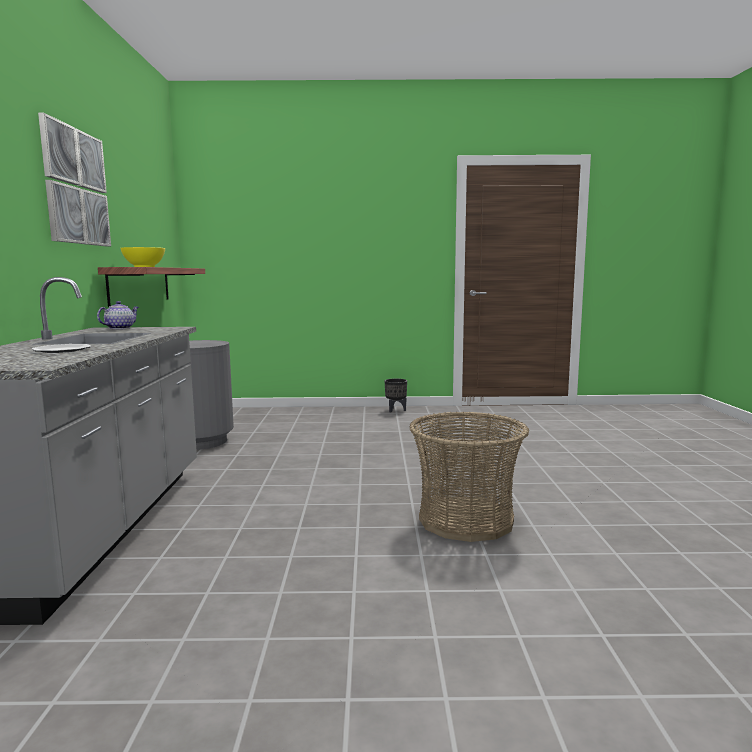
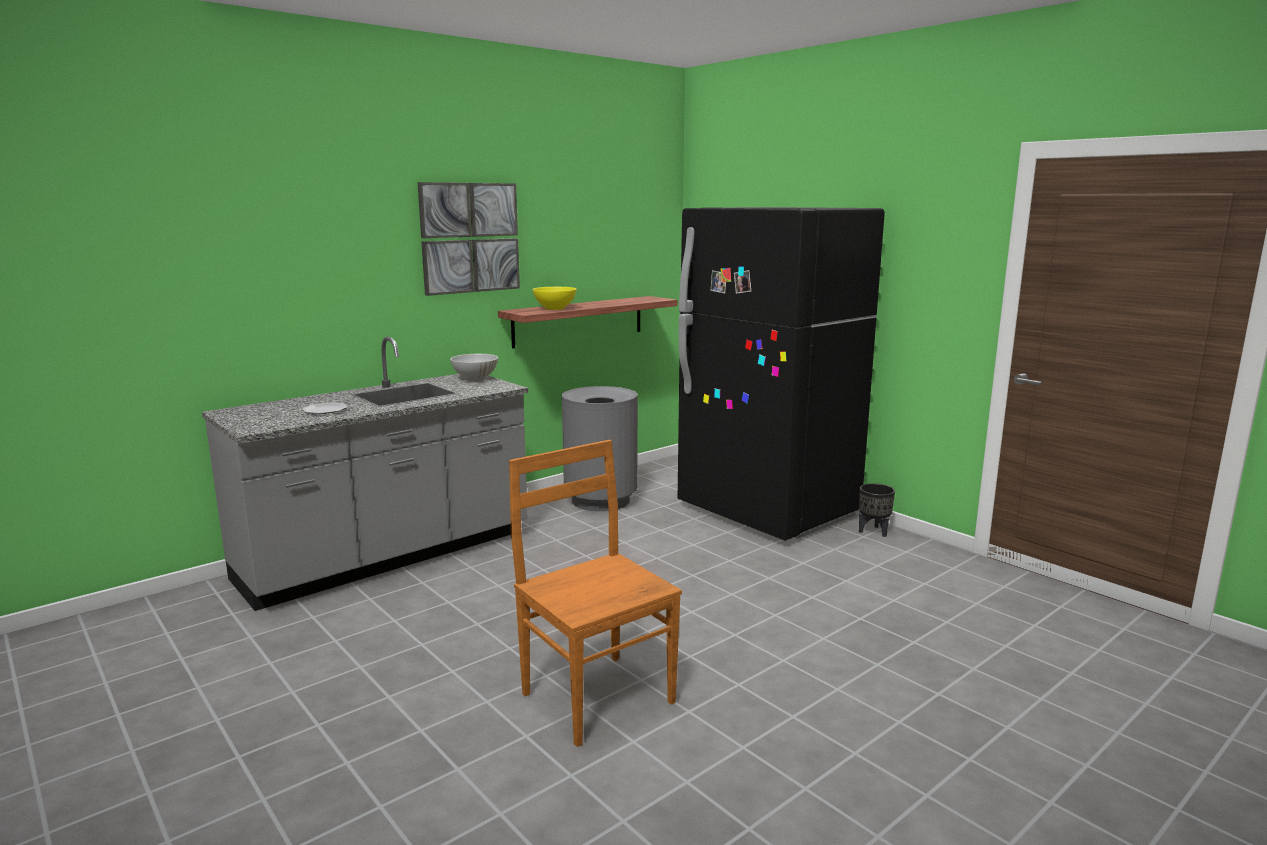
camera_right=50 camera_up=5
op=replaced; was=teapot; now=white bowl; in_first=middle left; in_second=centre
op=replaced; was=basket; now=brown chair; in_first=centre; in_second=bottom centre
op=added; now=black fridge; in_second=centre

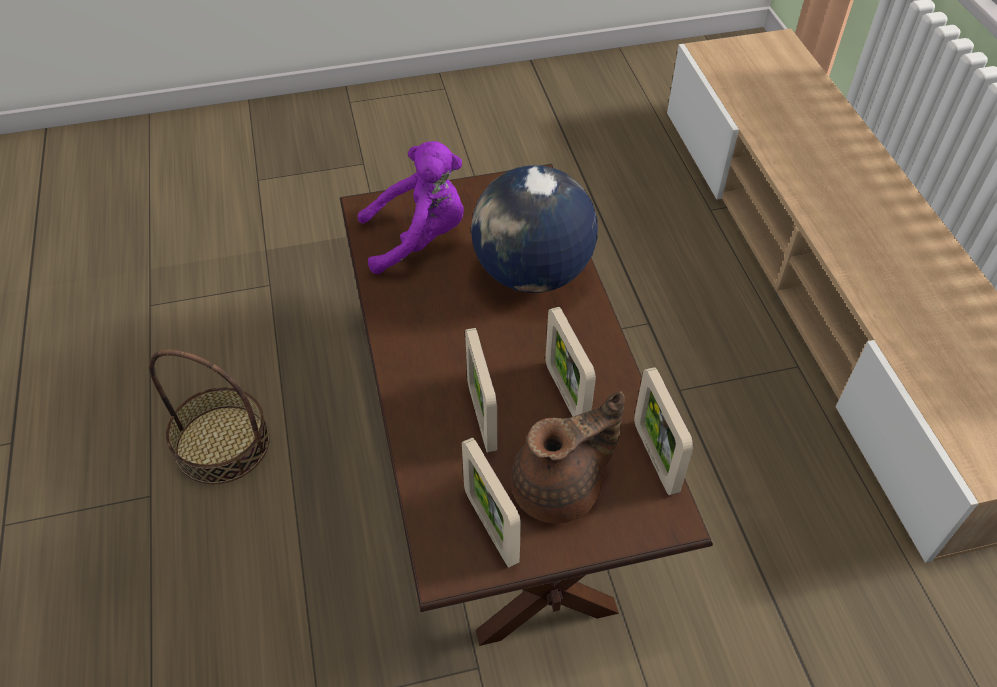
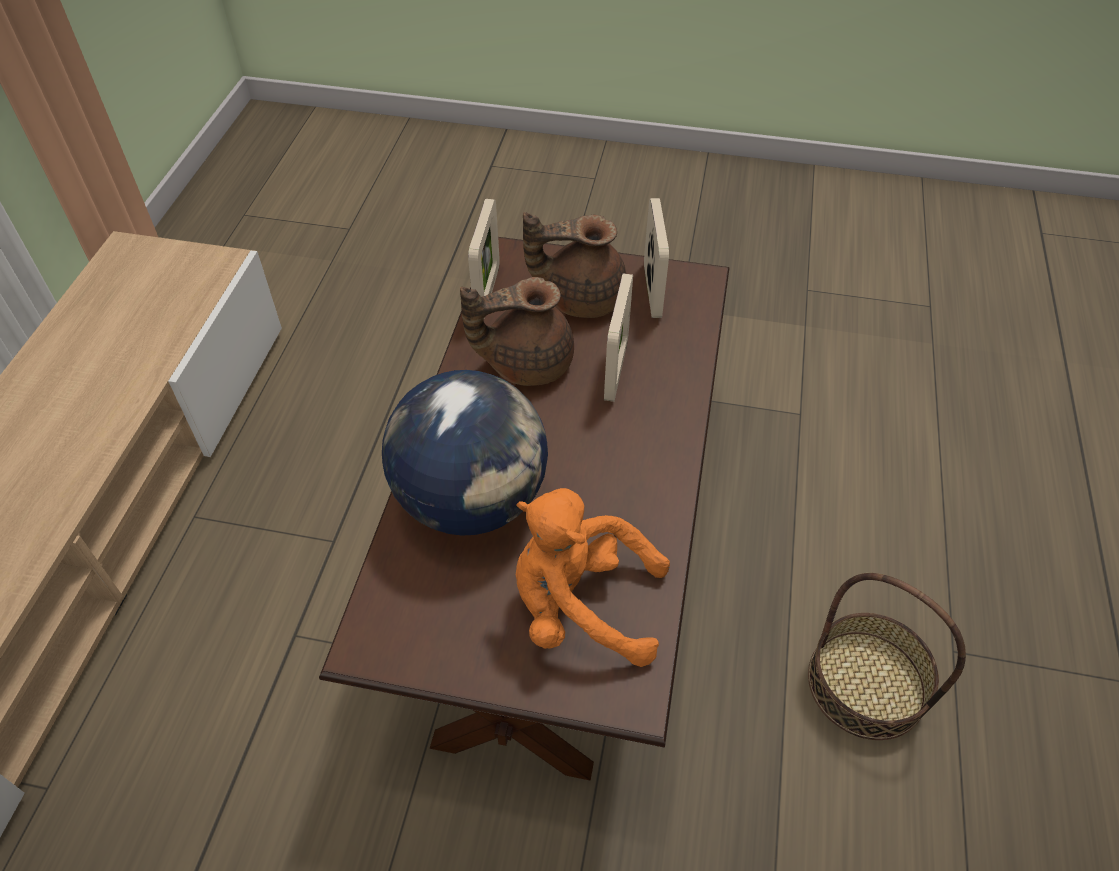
camera_right=-155 camera_up=0
op=replaced; was=picture frame (3rd from left); now=brown teapot (1st from left); in_first=centre; in_second=centre
op=recoloured; was=purple plush toy; now=orange plush toy; in_first=top centre; in_second=centre

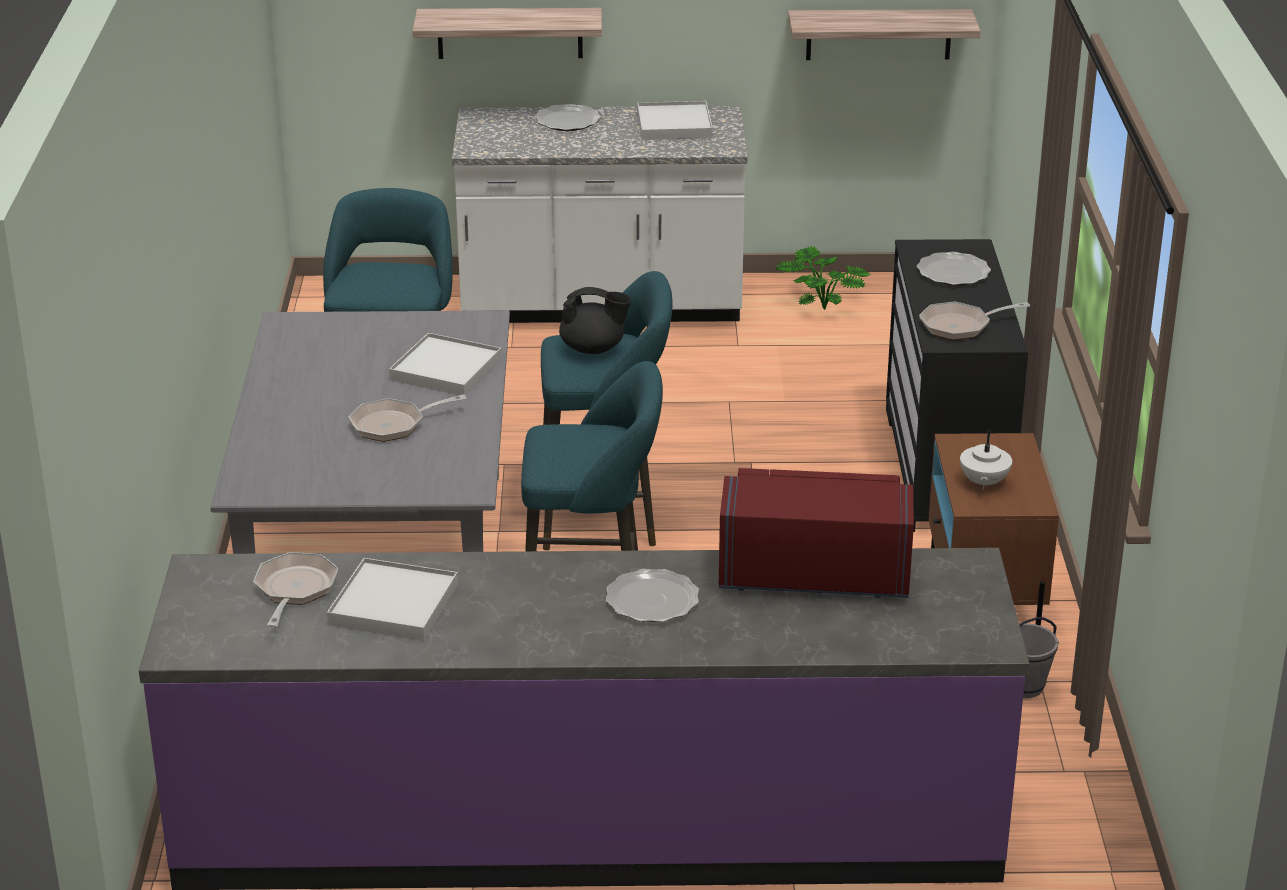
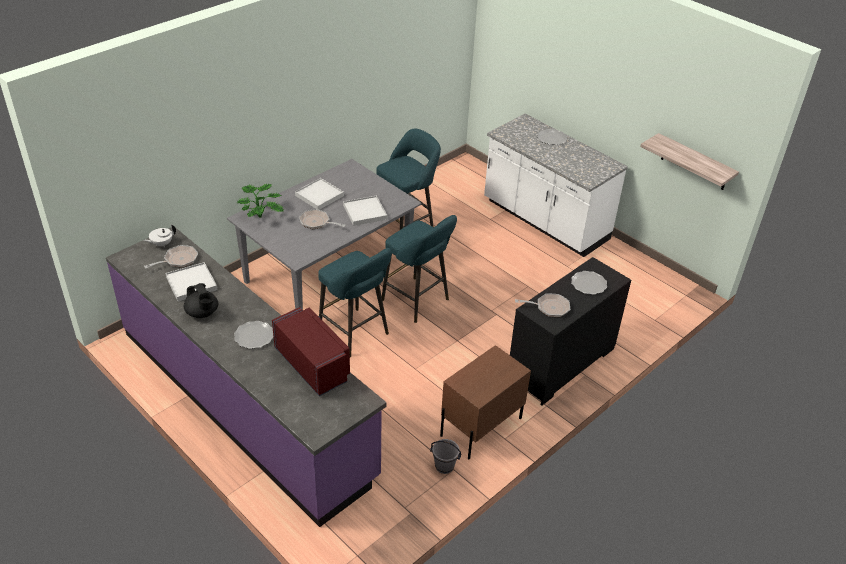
camera_right=45 camera_up=10
op=moved; was=white teapot; in_first=middle right; in_second=middle left
op=moved; was=black teapot; in_first=centre; in_second=middle left
op=moved; was=potted plant; in_first=top centre; in_second=middle left
op=moved; was=white tray (3rd from left in the first image); now=white tray (2nd from left); in_first=top centre; in_second=centre
op=turned; was=frying pan (3rd from left); in_first=middle right; in_second=centre; clockwise=150
op=removed; was=shelf (1st from left); in_first=top centre

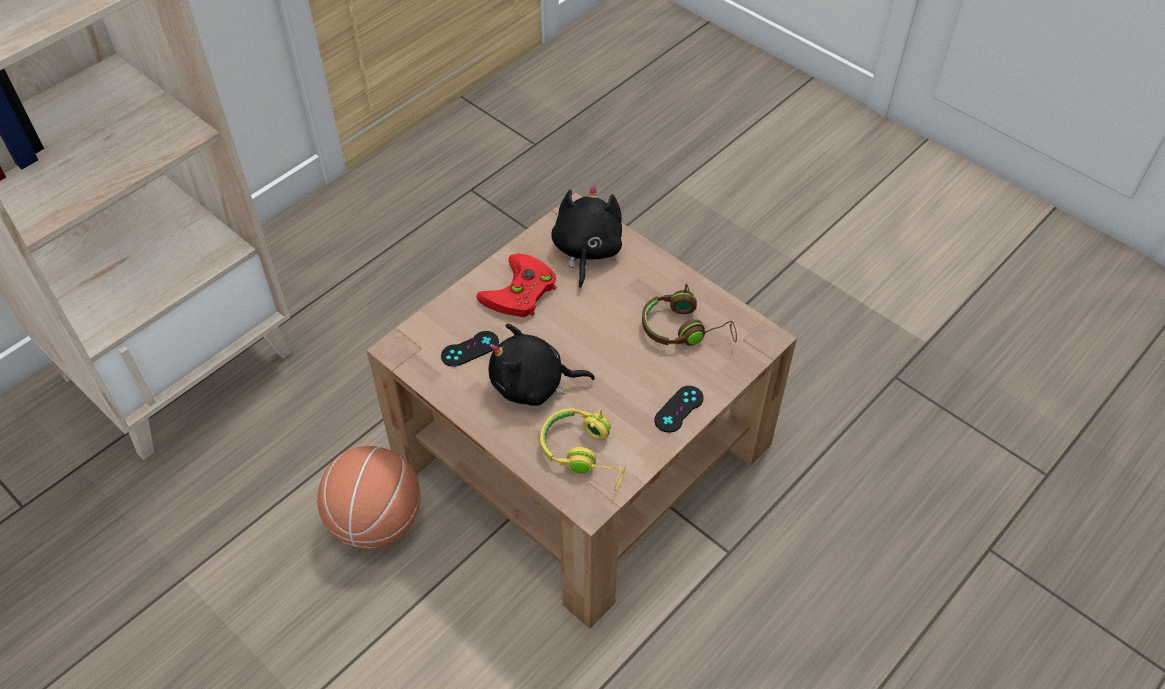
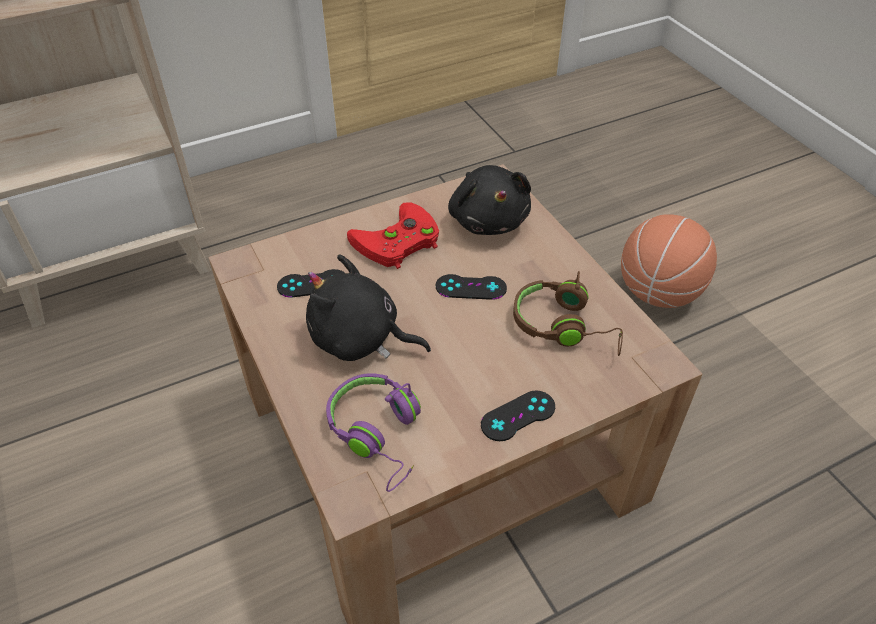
camera_right=20 camera_up=-5
op=recoloured; was=yellow headphones; now=purple headphones; in_first=centre; in_second=bottom centre
op=added; now=black game controller (2nd from left); in_second=centre
op=turned; was=black plush toy (2nd from left); in_first=centre; in_second=top centre; clockwise=135
op=moved; was=basketball; in_first=bottom left; in_second=middle right

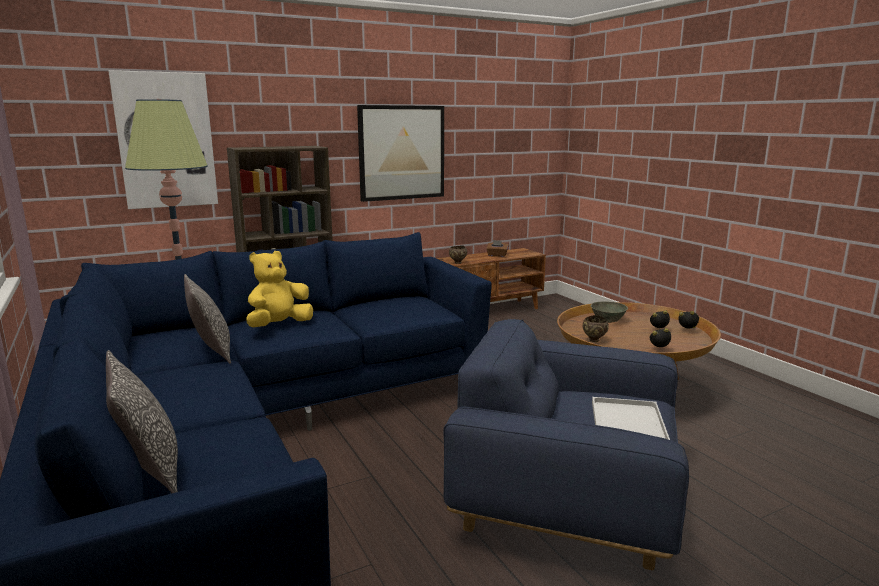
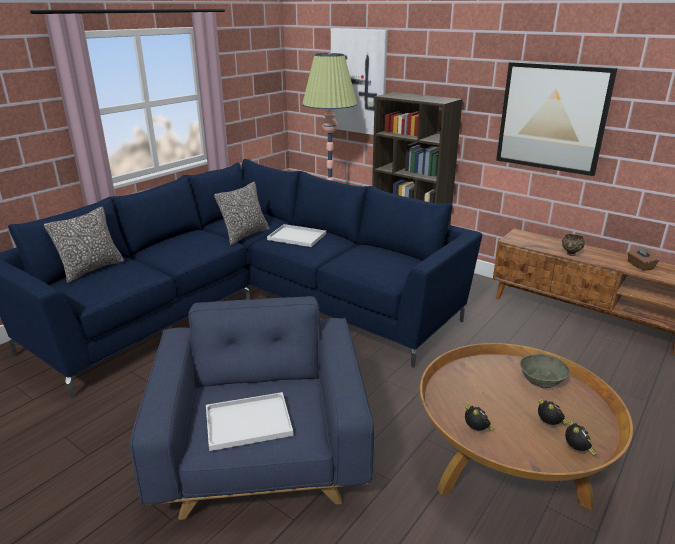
camera_right=65 camera_up=10
op=replaced; was=yellow plush toy; now=white tray (2nd from left); in_first=middle left; in_second=centre
op=removed; was=brown bowl (2nd from left); in_first=middle right

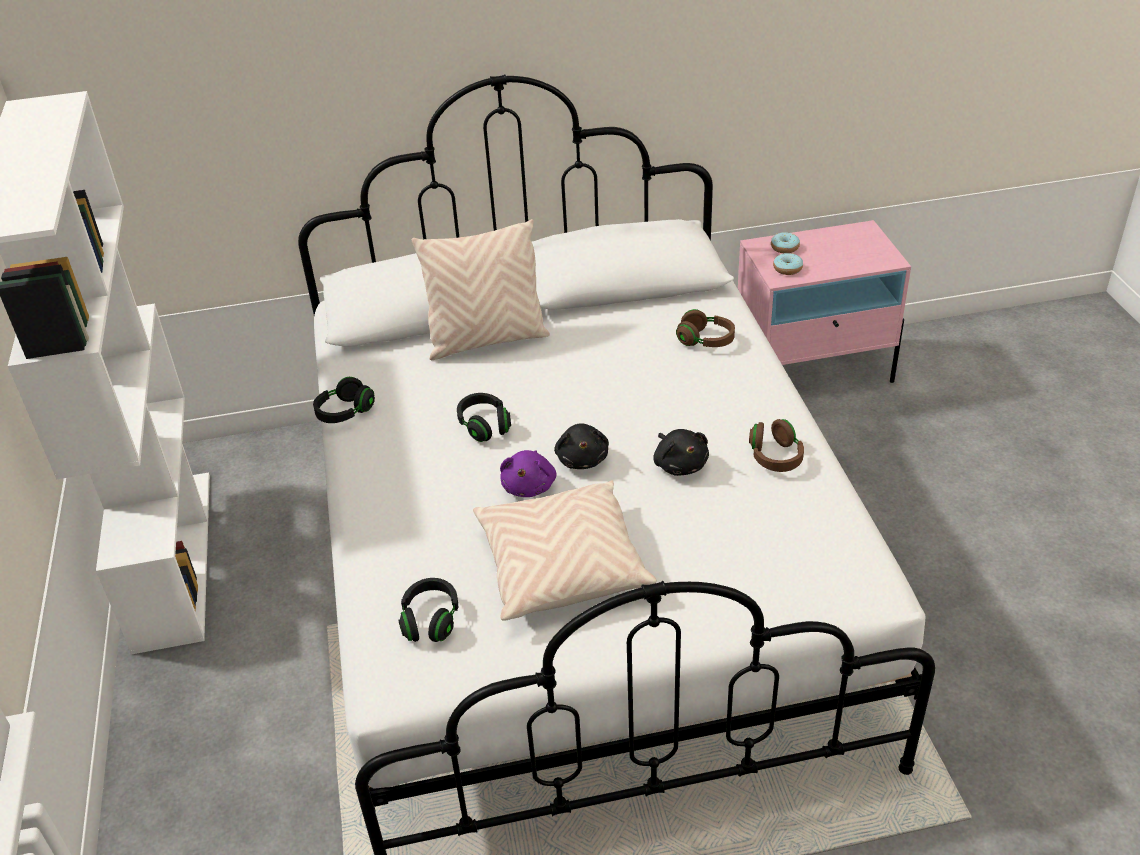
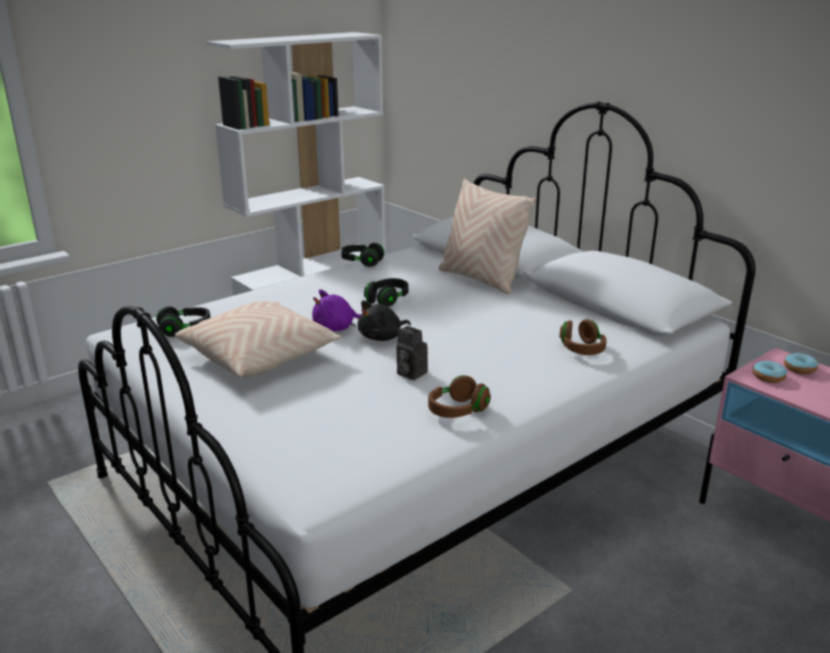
camera_right=60 camera_up=-15
op=replaced; was=black plush toy (2nd from left); now=photo camera; in_first=centre; in_second=centre

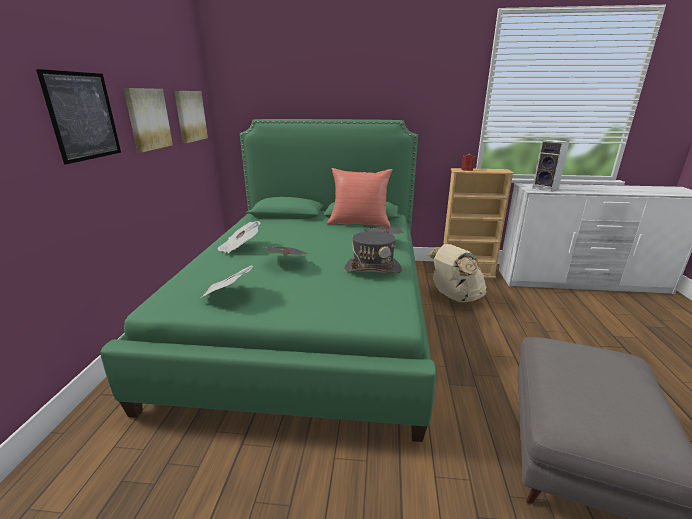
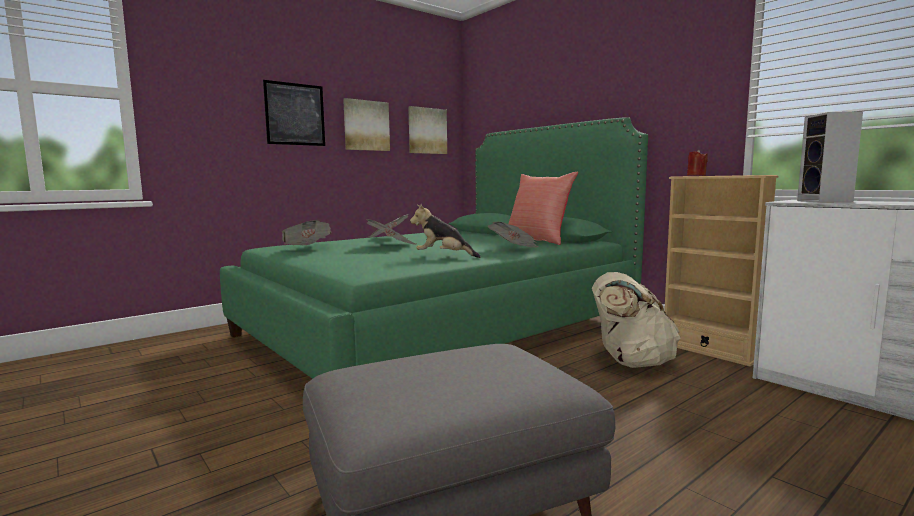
camera_right=45 camera_up=-15
op=replaced; was=grey hat; now=plush toy; in_first=centre; in_second=centre

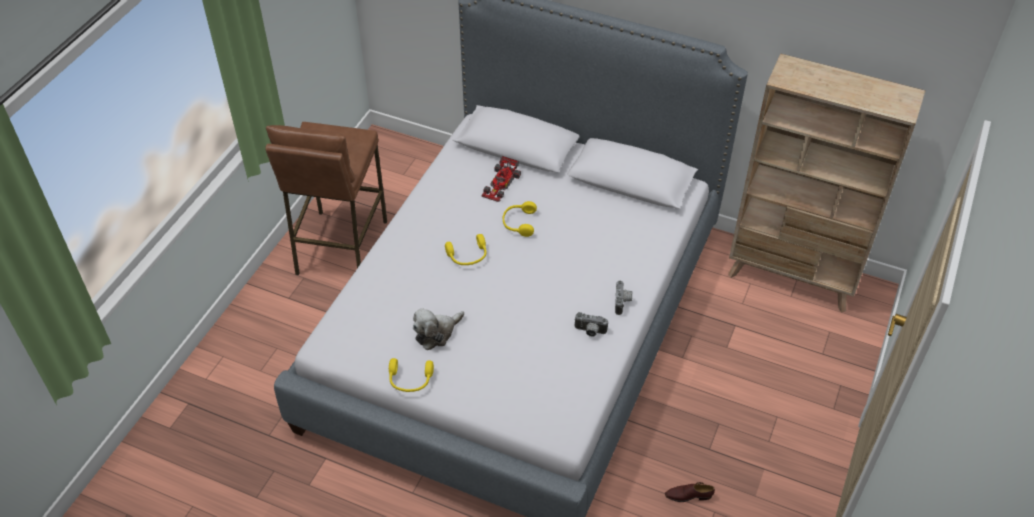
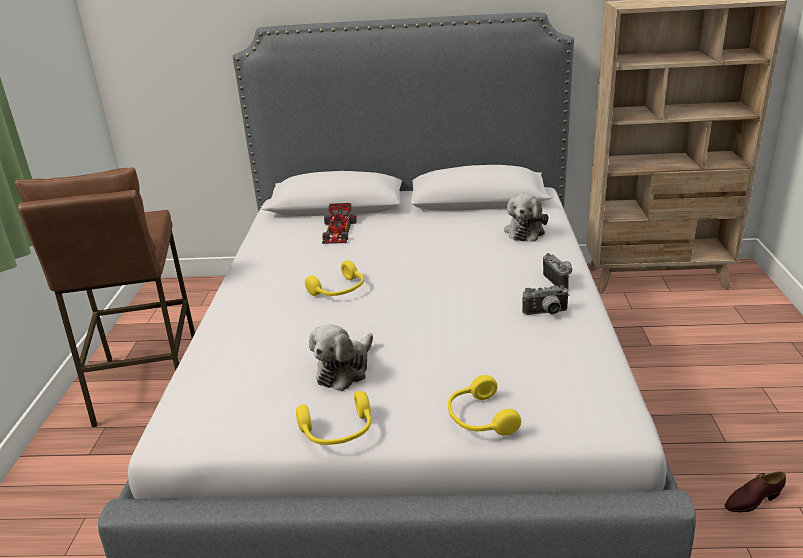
camera_right=-20 camera_up=-20
op=moved; was=yellow headphones (3rd from left); in_first=centre; in_second=bottom centre
op=added; now=plush toy (2nd from left); in_second=centre

